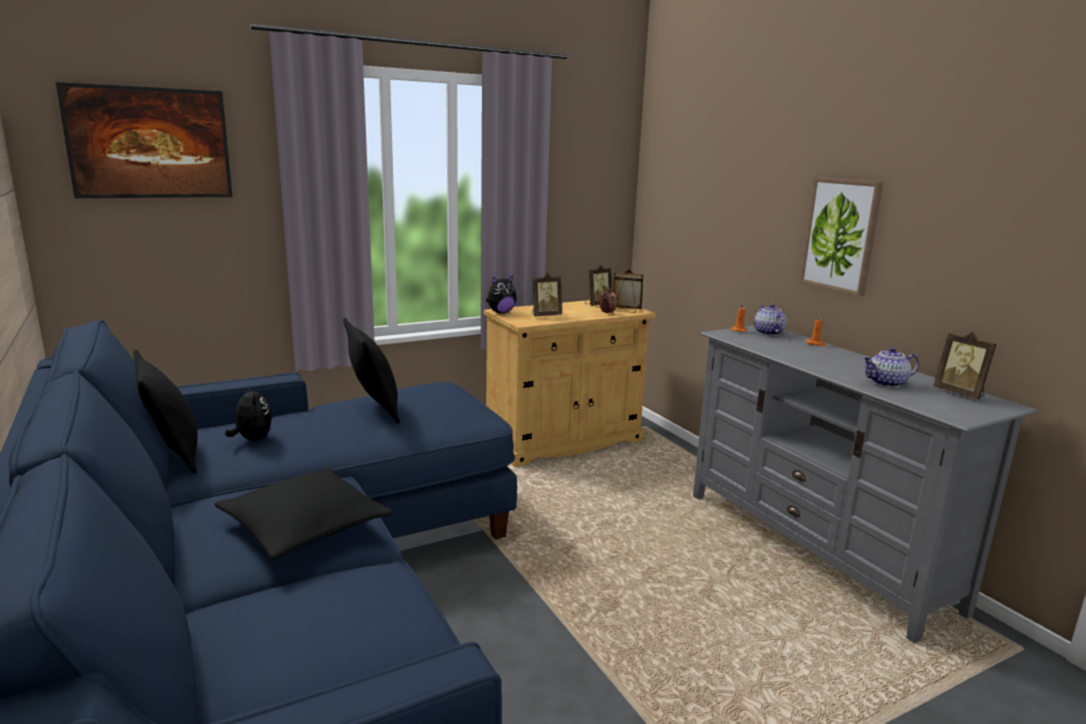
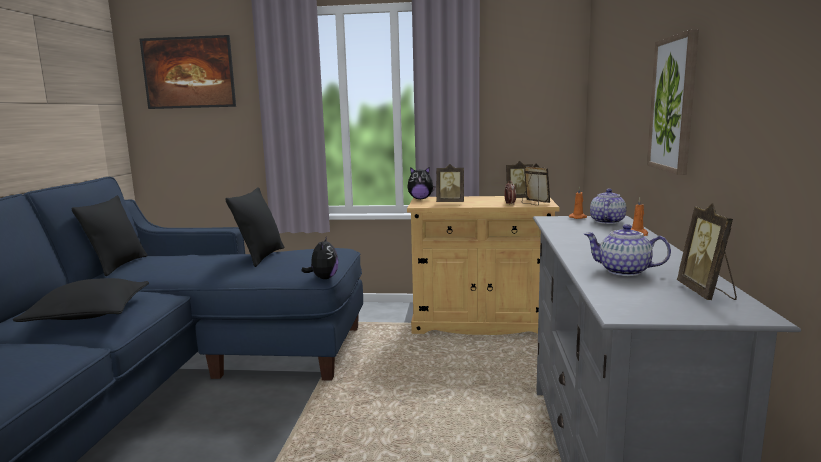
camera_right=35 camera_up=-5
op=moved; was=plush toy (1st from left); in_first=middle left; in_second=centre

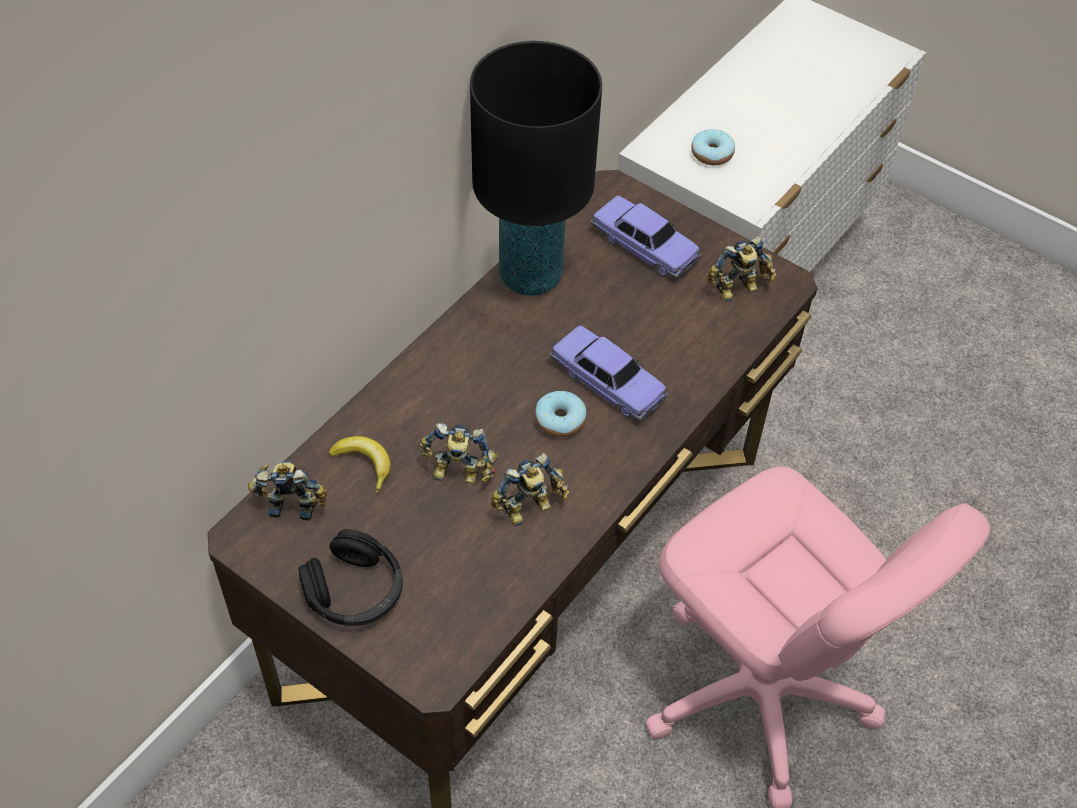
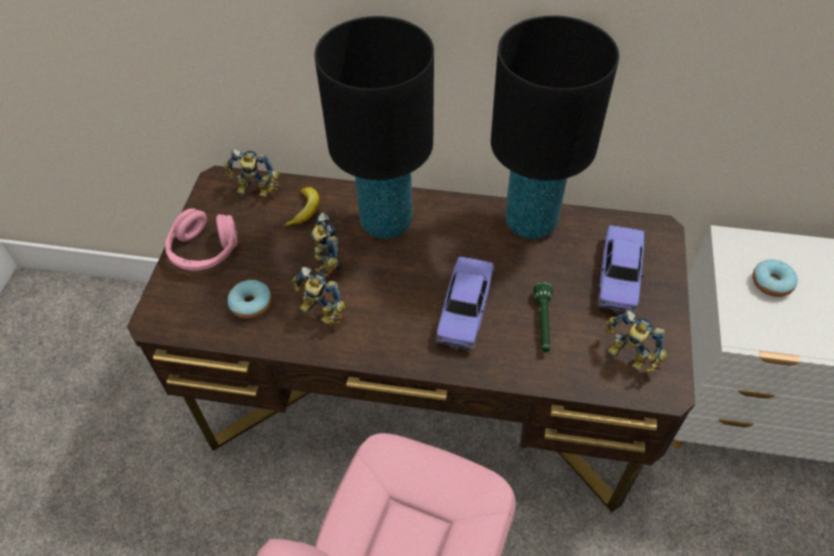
camera_right=65 camera_up=0
op=recoloured; was=black headphones; now=pink headphones; in_first=bottom left; in_second=middle left
op=turned; was=toy robot (1st from left); in_first=middle left; in_second=top left; clockwise=120
op=moved; was=donut (1st from left); in_first=centre; in_second=middle left
op=added; now=black table lamp (1st from left); in_second=top centre
op=added; now=green flashlight; in_second=centre

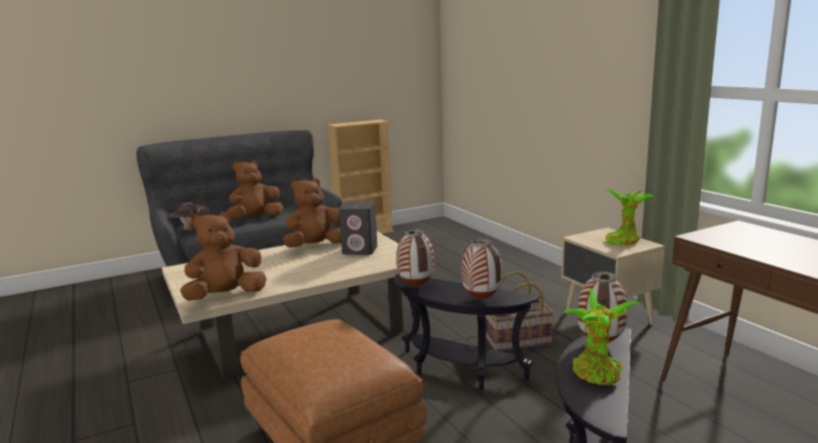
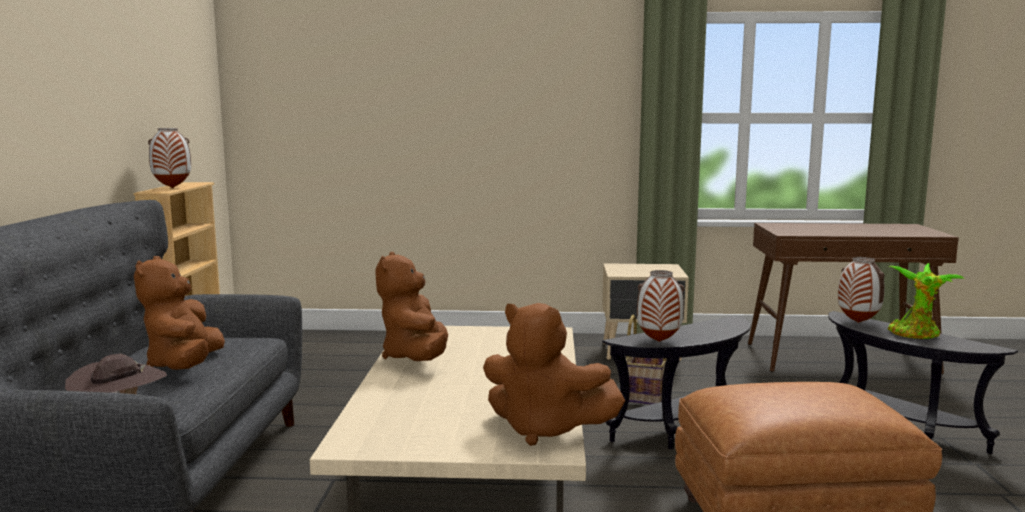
camera_right=-60 camera_up=-5
op=moved; was=vase (2nd from left in the first image); now=vase (1st from left); in_first=centre; in_second=top left
op=turned; was=brown plush toy (1st from left in the first image); in_first=middle left; in_second=bottom centre; clockwise=-60
op=removed; was=grey speaker; in_first=centre
op=removed; was=potted plant (2nd from left); in_first=middle right

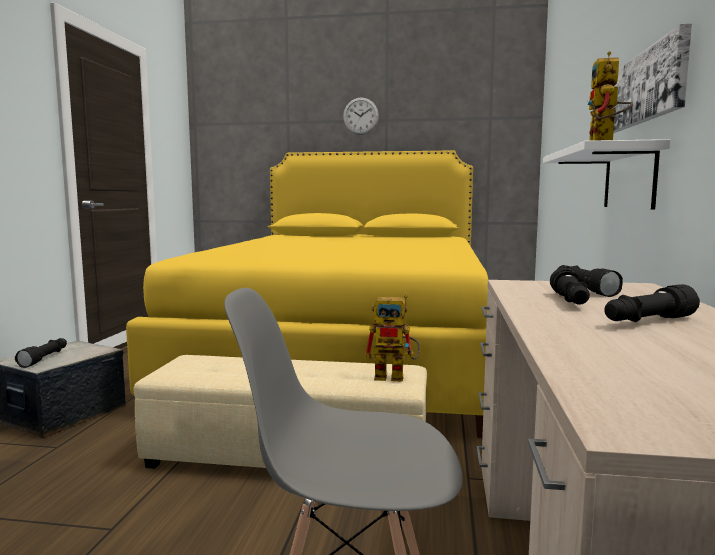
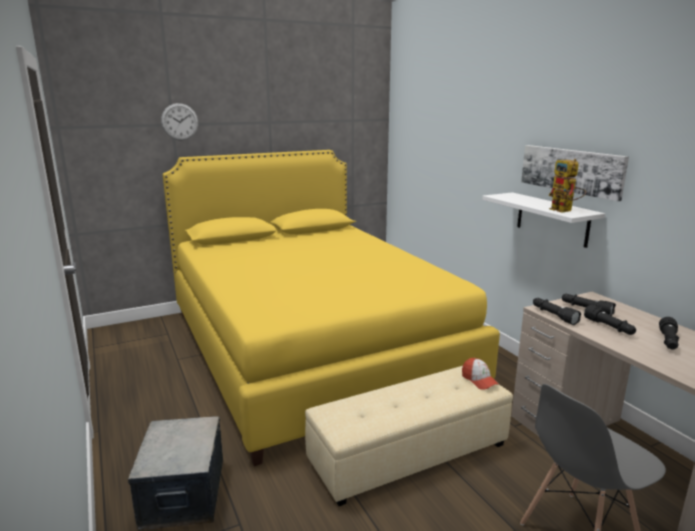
camera_right=-35 camera_up=10
op=moved; was=wall clock; in_first=top centre; in_second=top left
op=replaced; was=toy robot (1st from left); now=cap; in_first=centre; in_second=bottom right
op=moved; was=black flashlight (1st from left); in_first=middle left; in_second=middle right

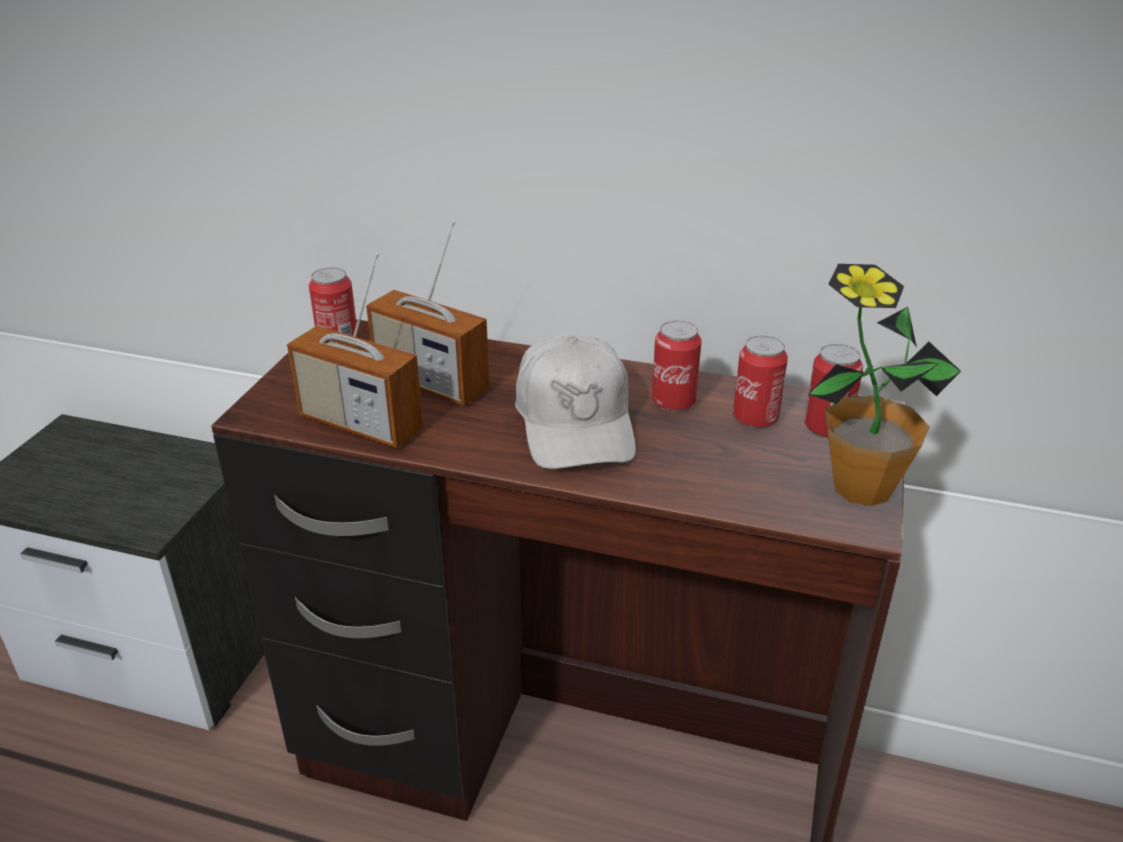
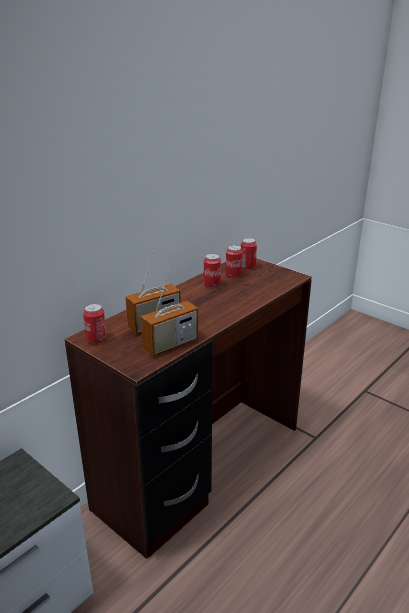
camera_right=-65 camera_up=-5
op=removed; was=white cap; in_first=centre
op=removed; was=potted plant; in_first=middle right

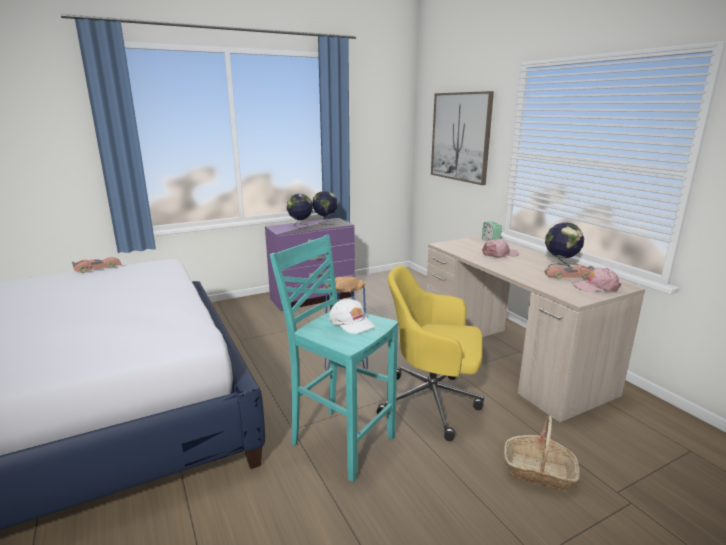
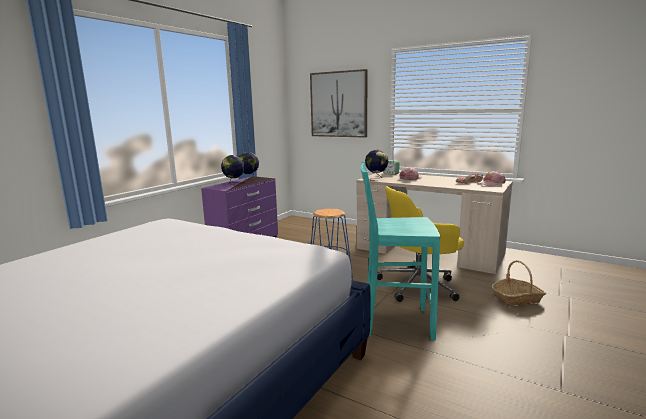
camera_right=-30 camera_up=-5
op=moved; was=globe (3rd from left); in_first=middle right; in_second=centre
op=removed; was=toy car (1st from left); in_first=middle left
op=removed; was=white cap; in_first=centre

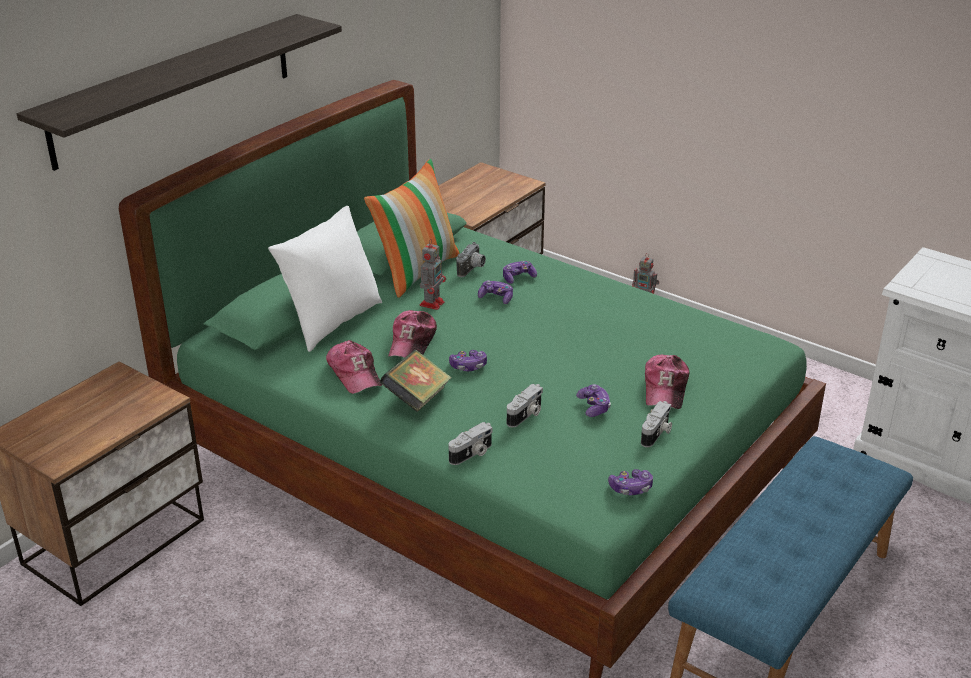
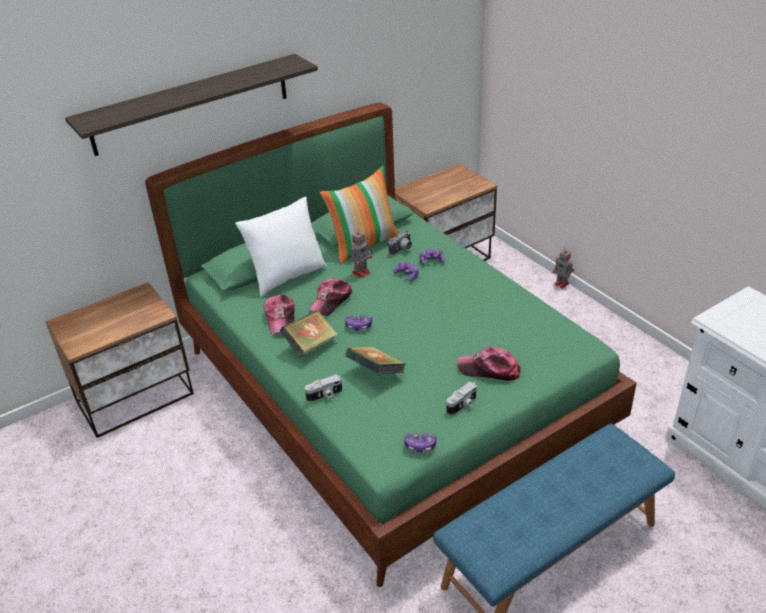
camera_right=20 camera_up=5
op=replaced; was=photo camera (3rd from left); now=book (2nd from left); in_first=centre; in_second=centre
op=turned; was=cap (3rd from left); in_first=middle right; in_second=centre; clockwise=75
op=removed; was=game controller (4th from left); in_first=centre

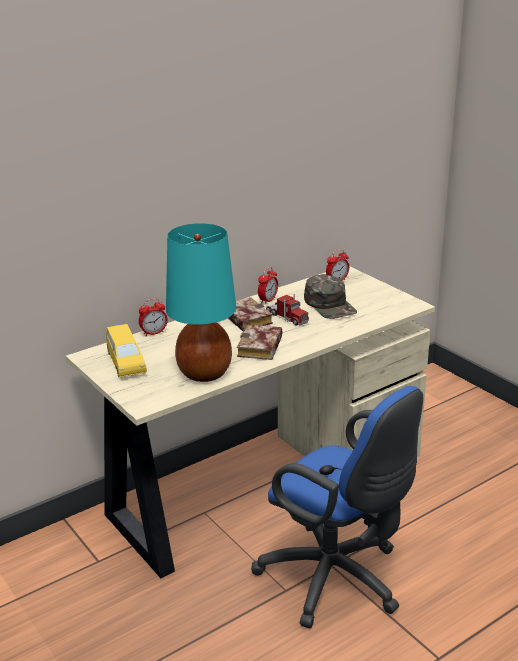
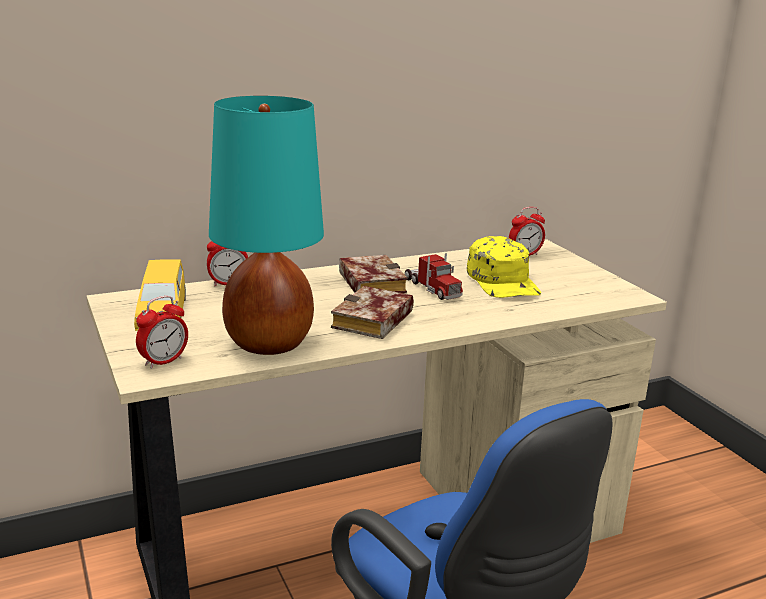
camera_right=10 camera_up=-5
op=moved; was=alarm clock (2nd from left in the first image); now=alarm clock (1st from left); in_first=centre; in_second=middle left
op=recoloured; was=green cap; now=yellow cap; in_first=centre; in_second=centre

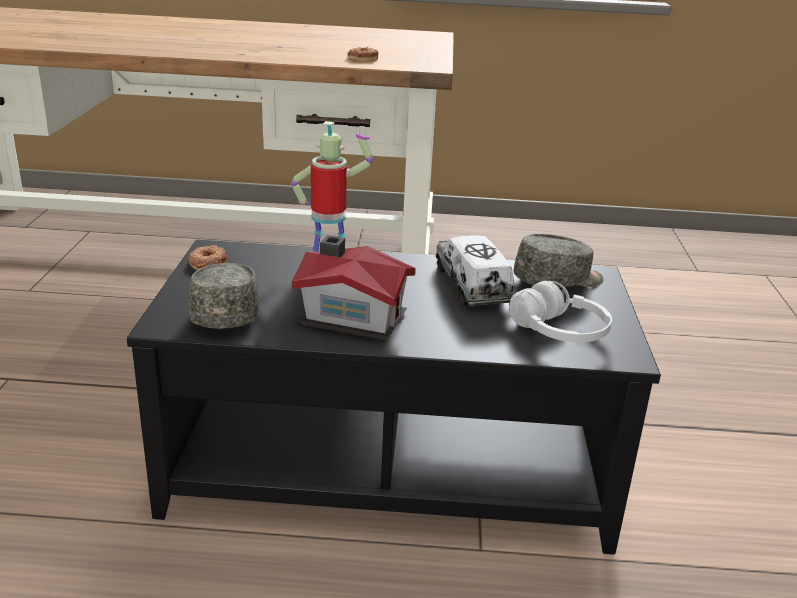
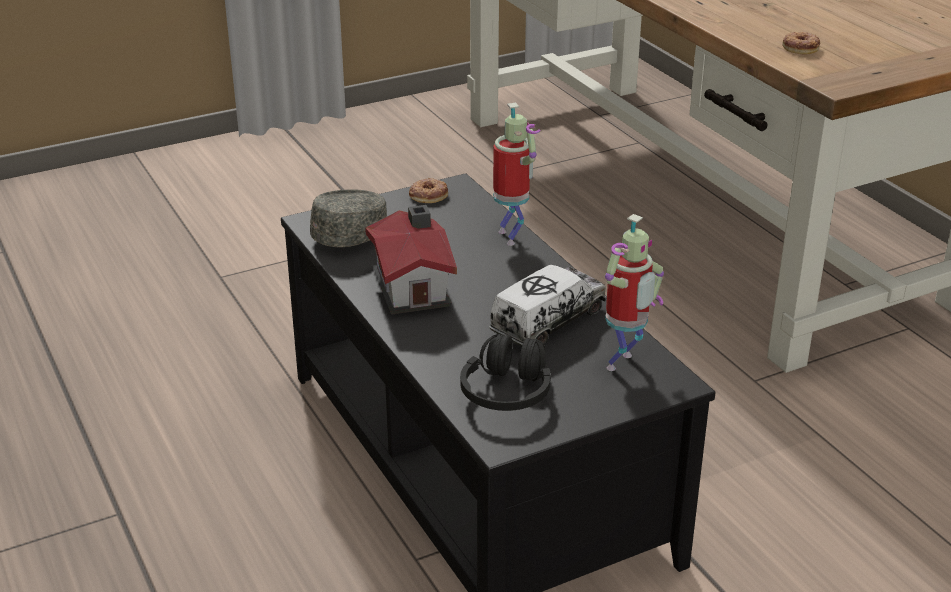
camera_right=60 camera_up=5
op=recoloured; was=white headphones; now=black headphones; in_first=middle right; in_second=centre
op=replaced; was=grey cap (2nd from left); now=toy robot (2nd from left); in_first=middle right; in_second=middle right

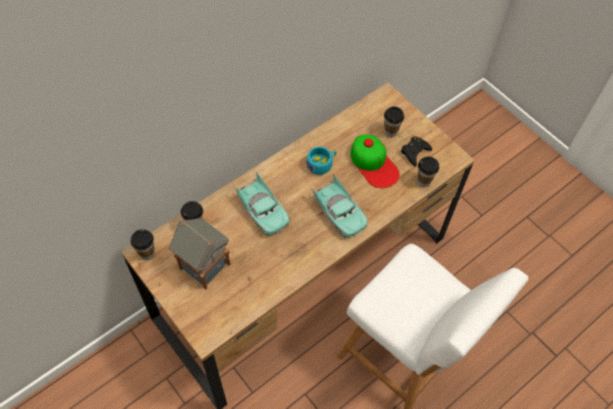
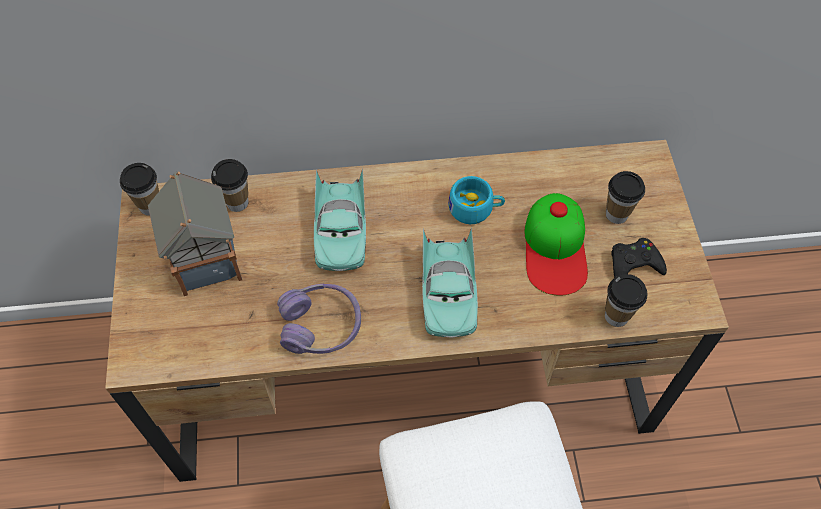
camera_right=35 camera_up=0
op=added; now=purple headphones; in_second=centre

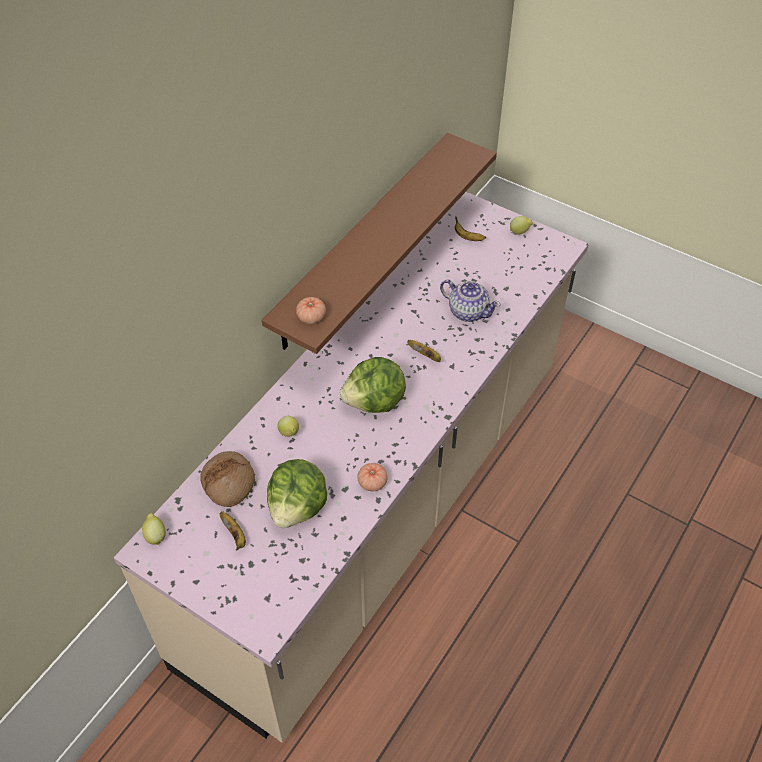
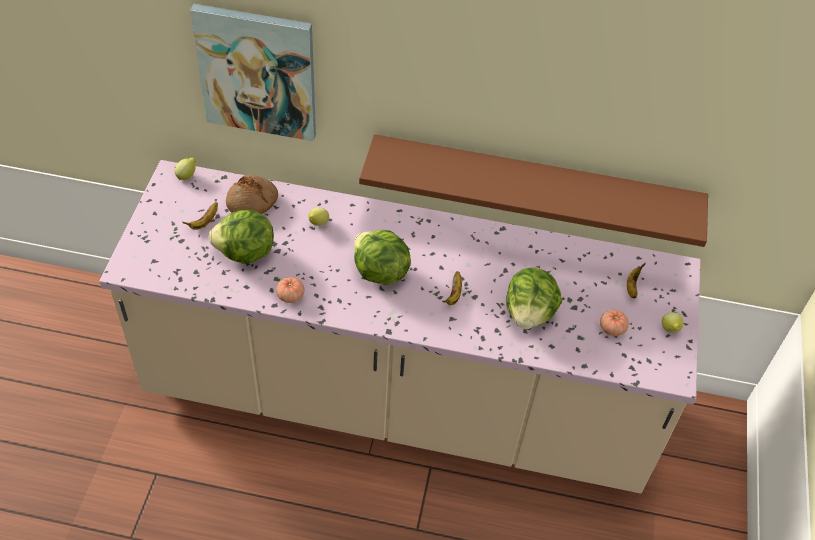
camera_right=65 camera_up=0
op=added; now=picture; in_second=top left
op=replaced; was=teapot; now=lettuce (3rd from left); in_first=centre; in_second=centre
op=moved; was=tomato (1st from left in the first image); now=tomato (2nd from left); in_first=centre; in_second=middle right

